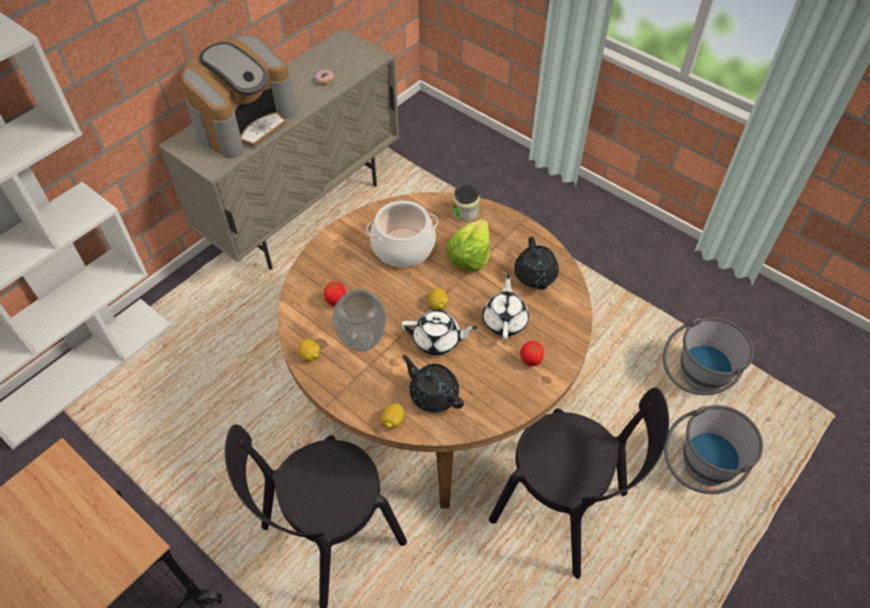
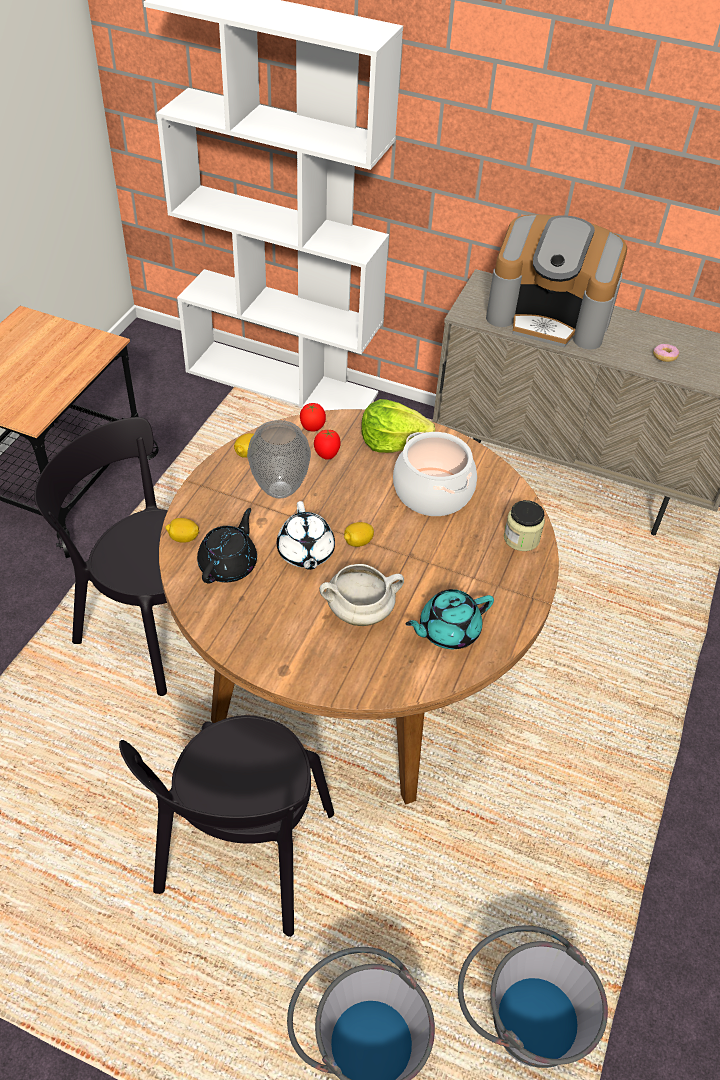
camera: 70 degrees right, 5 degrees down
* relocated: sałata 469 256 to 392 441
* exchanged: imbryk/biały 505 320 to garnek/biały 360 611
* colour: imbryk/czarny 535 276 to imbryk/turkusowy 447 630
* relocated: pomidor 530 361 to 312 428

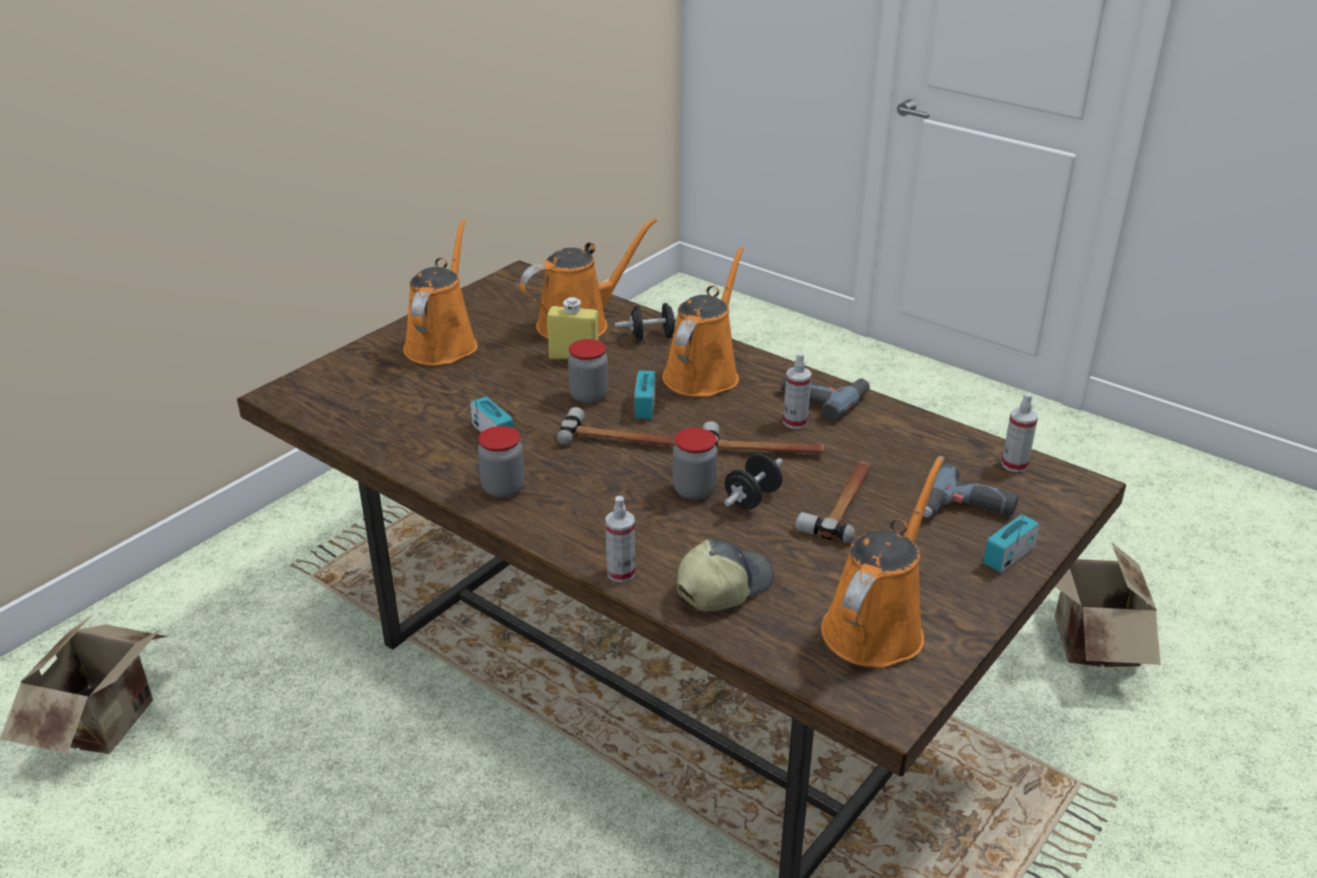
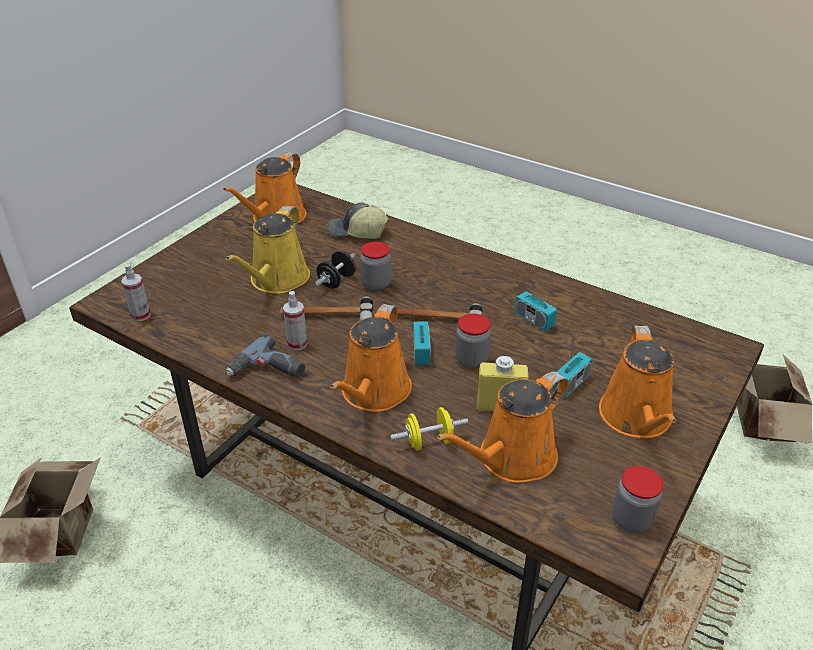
camera: 175 degrees right, 5 degrees up
* relocated: słoik 503 488 to 631 520
* missing: spryskiwacz 621 573
* colour: hantel/czarny 652 337 to hantel/żółty 429 441
* spun: czapka z daszkiem 723 586 = 357 232 60 degrees clockwise
* exchanged: młotek 842 504 to konewka/żółty 277 280
* missing: wiertarka 966 510
* relocated: radio 1008 556 to 570 384

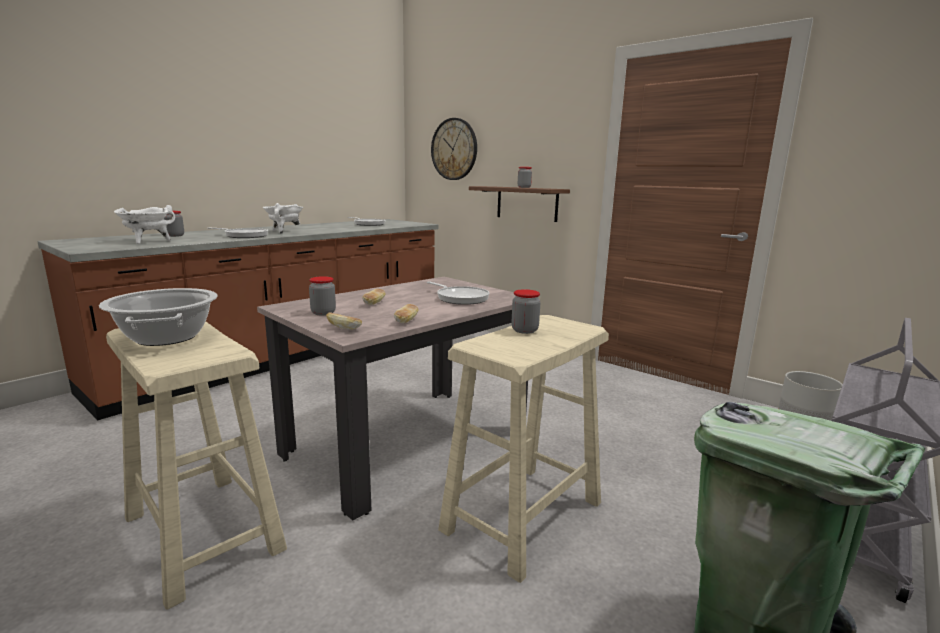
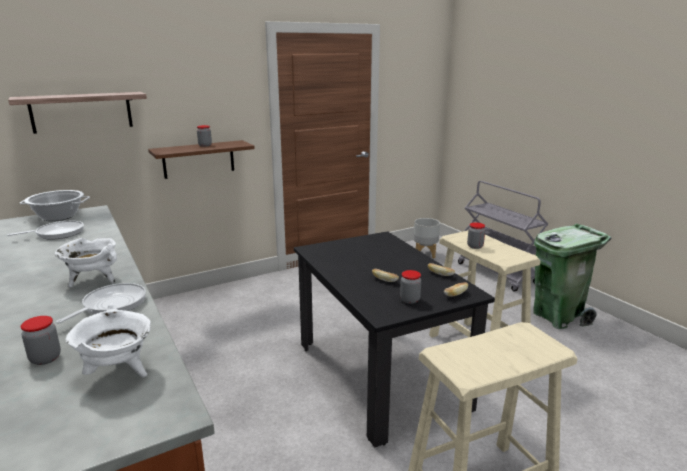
camera: 70 degrees left, 5 degrees up
* relocated: garnek 167 337 to 59 216
* colour: stół jadalny/beżowy 408 443 to stół jadalny/czarny 379 375
* missing: patelnia 460 298
* exchanged: zegar ścienny 454 149 to półka 82 112

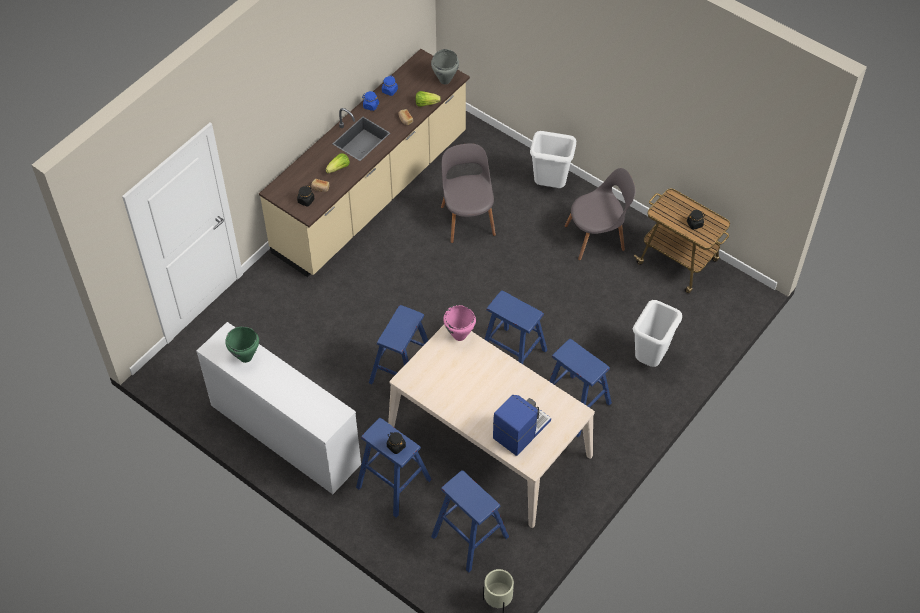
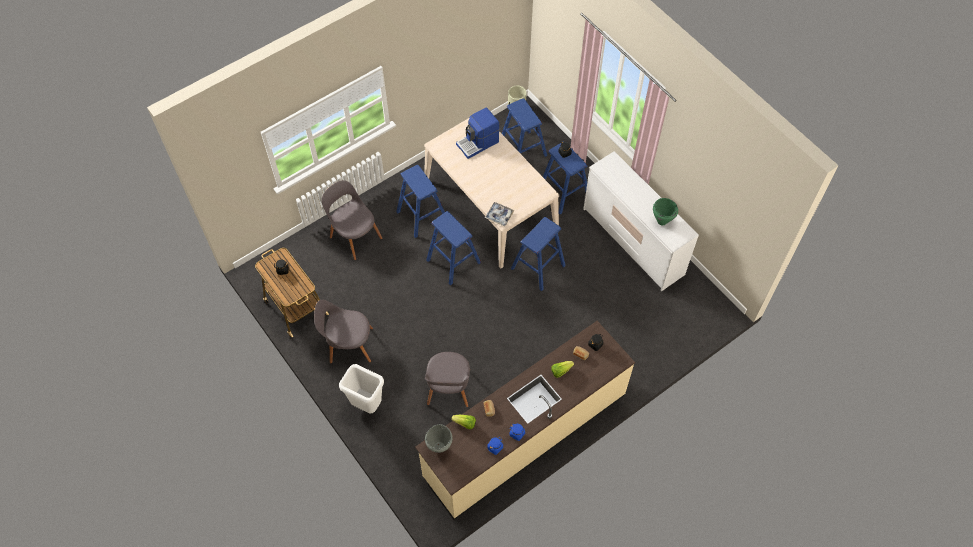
camera: 165 degrees left, 5 degrees up
* exchanged: garnek/różowy 459 336 to taca 499 215
* exchanged: kosz na śmieci/biały 650 359 to krzesło/szary 354 236

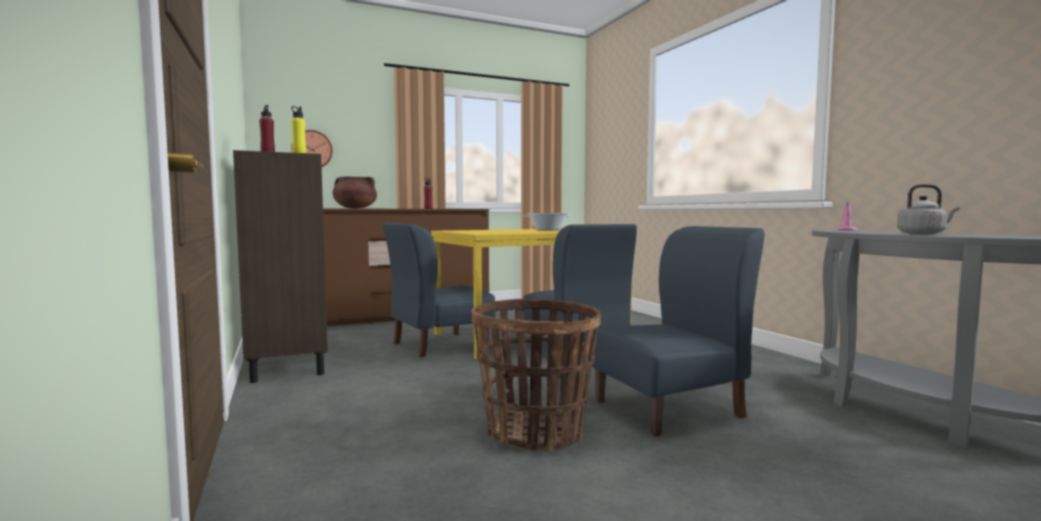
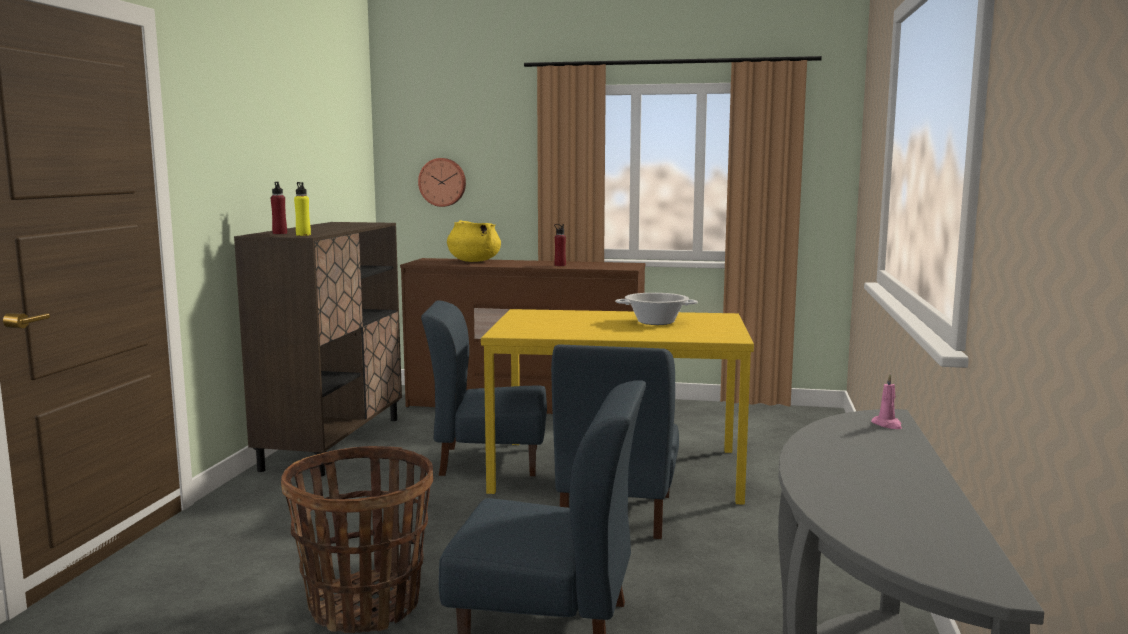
camera: 35 degrees right, 5 degrees up
* colour: garnek/brązowy 354 208 to garnek/żółty 473 261
* missing: czajnik/szary 923 234

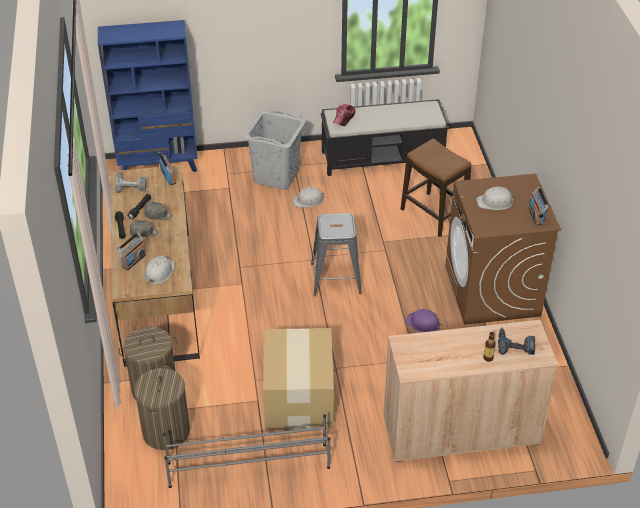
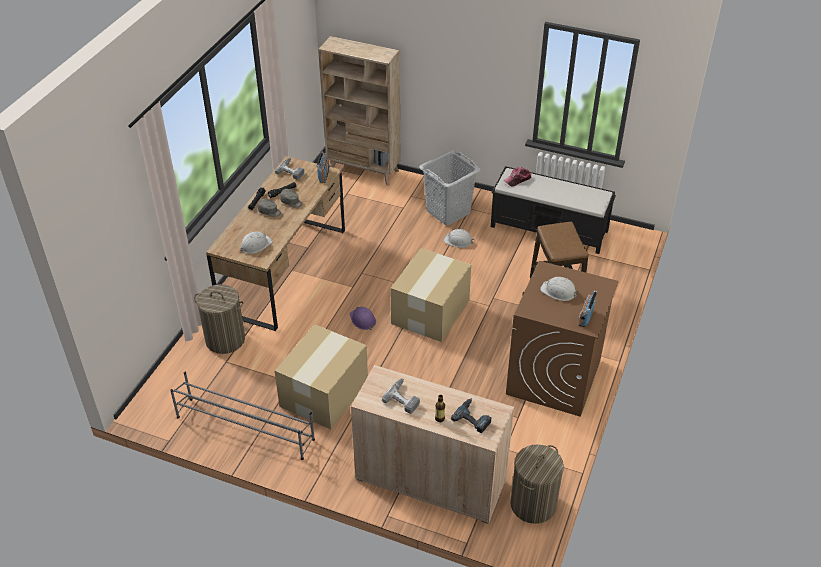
camera: 30 degrees right, 0 degrees up
* colour: regał/niebieski 159 165 to regał/beżowy 364 171
* missing: radio 134 261
* relocated: kosz na pranie 166 431 to 533 504
* exchanged: stołek/szary 336 278 to karton 429 312
* relocated: kask/fioletowy 423 323 to 362 320
* appeared: wiertarka 404 398

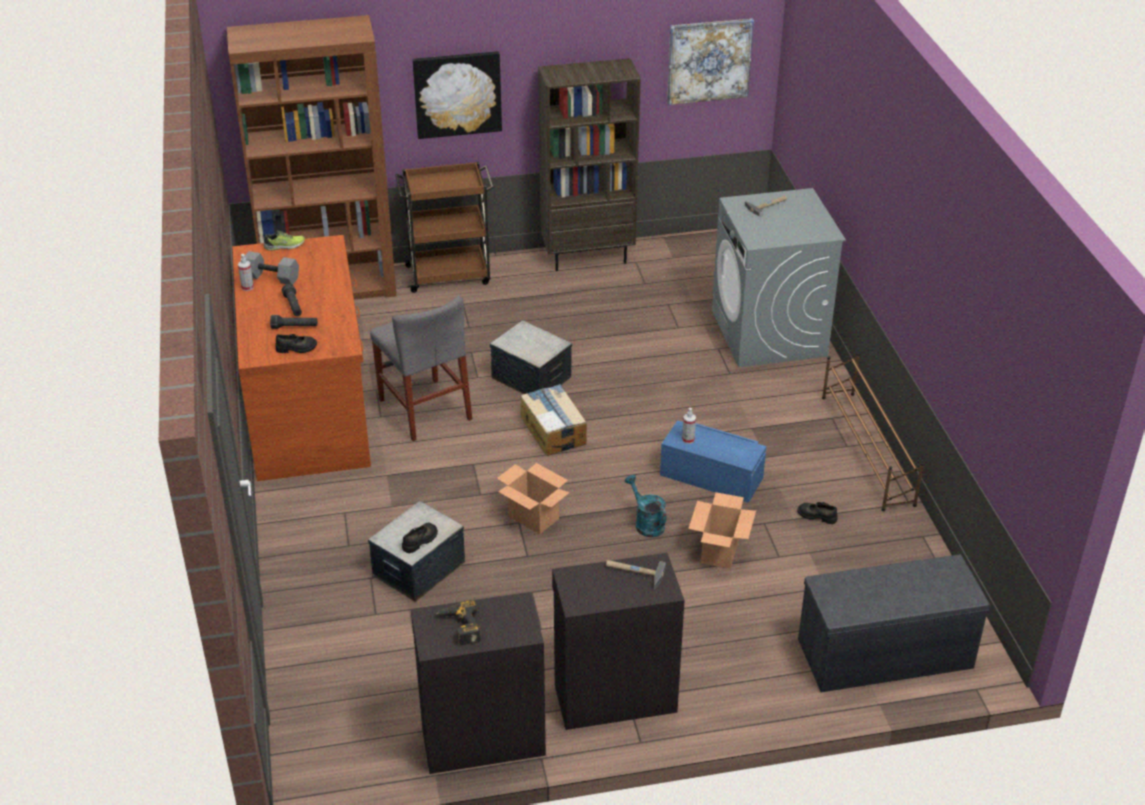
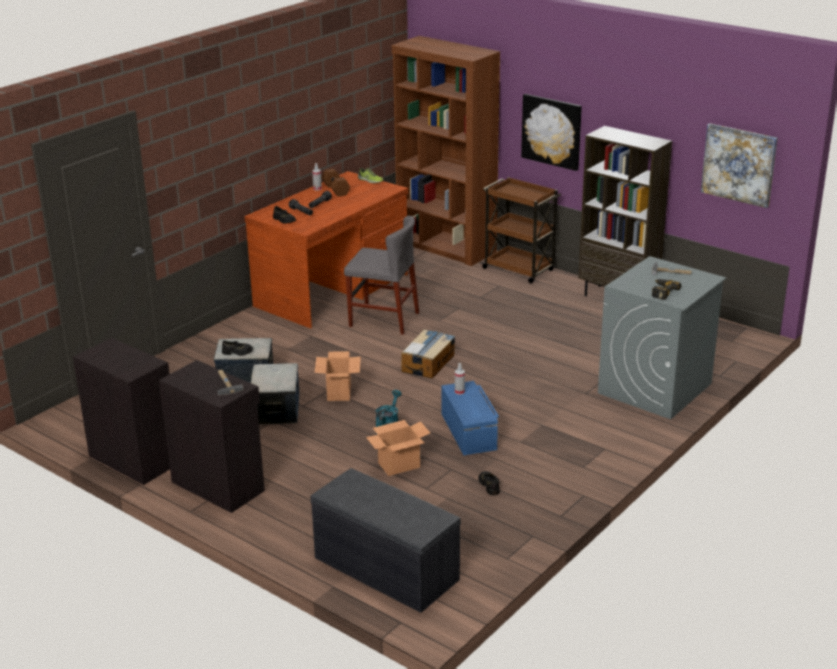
camera: 50 degrees right, 10 degrees down
* colour: hantel/szary 271 278 to hantel/brązowy 335 190
* spun: krzesło/szary 424 409 = 384 319 90 degrees counterclockwise
* relocated: wiertarka 459 627 to 661 291
* relocated: pojemnik do przechowywania 531 378 to 276 410
* missing: regał na buty/brązowy 867 450

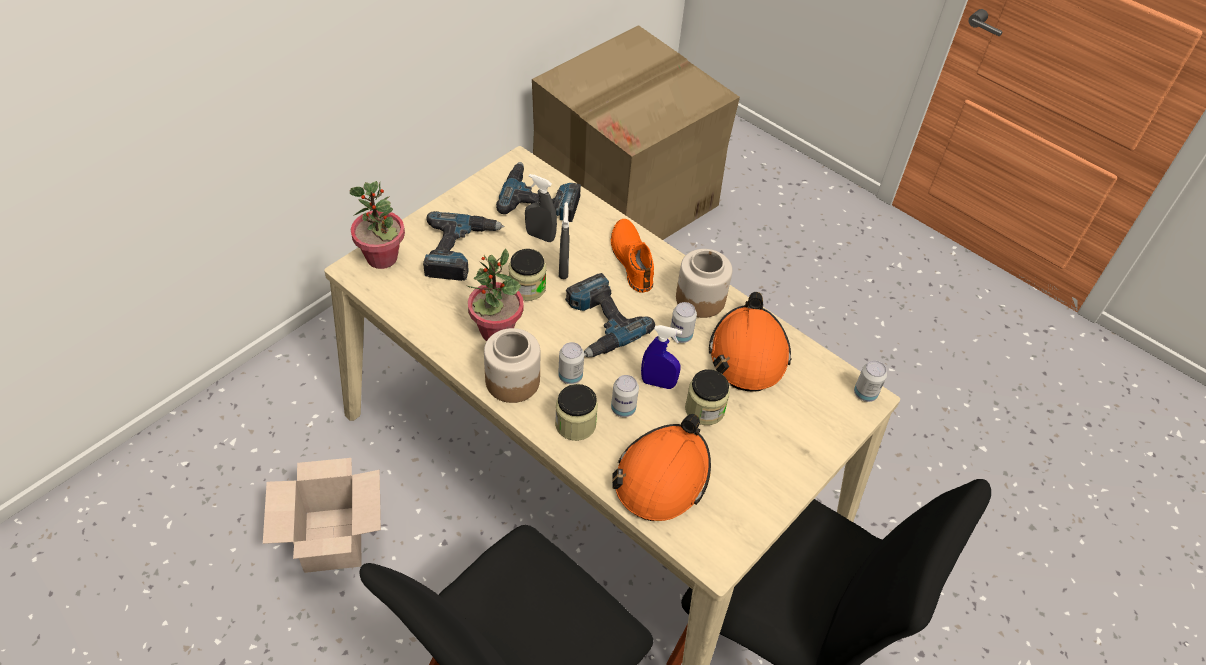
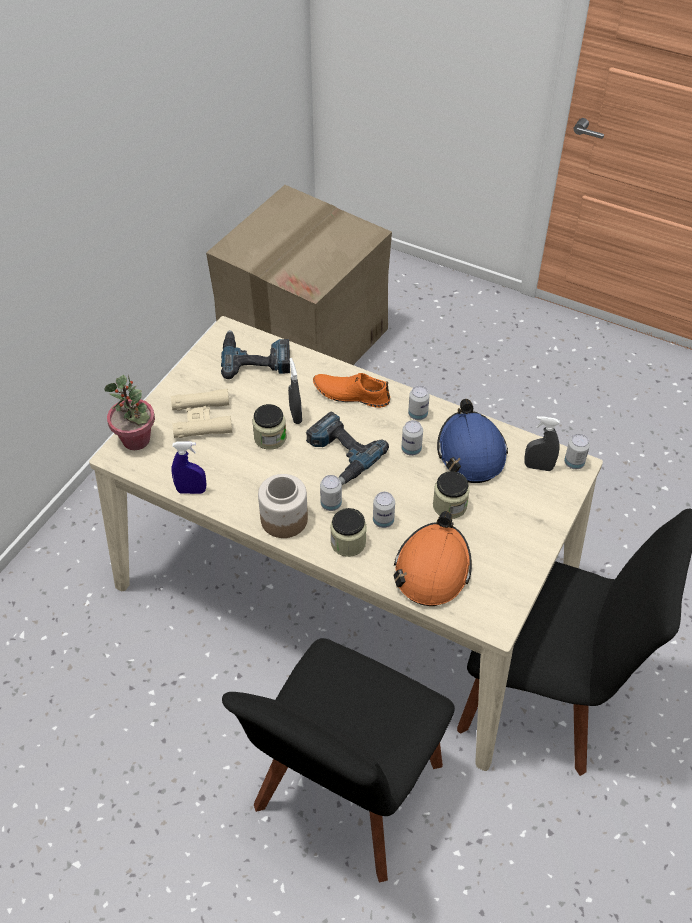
camera: 10 degrees left, 0 degrees up
* missing: karton 332 538
* exchanged: wiertarka 460 251 to lornetka/beżowy 202 419
* missing: roślina doniczkowa 496 331
* relocated: spryskiwacz/szary 540 236 to 538 467
* spun: but/pomarańczowy 632 259 = 351 394 45 degrees counterclockwise
* relocated: spryskiwacz/niebieski 658 383 to 191 490
* exchanged: słoik 700 298 to puszka 417 414
* colour: kask/pomarańczowy 748 353 to kask/niebieski 471 452

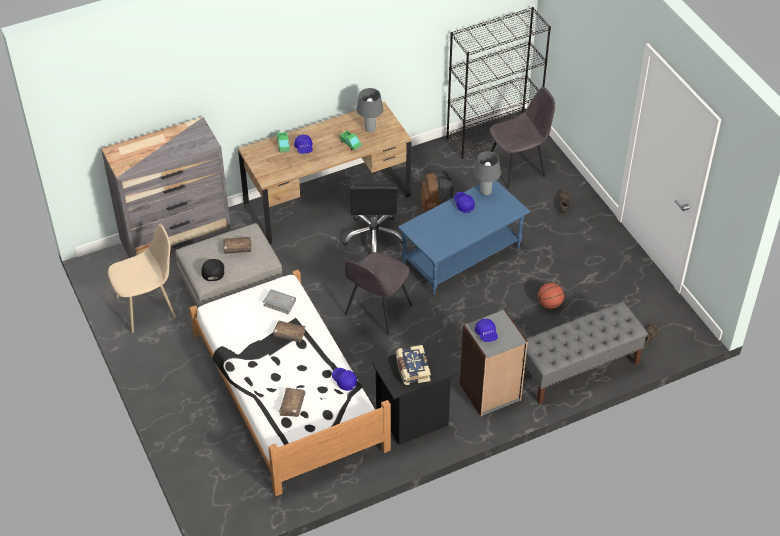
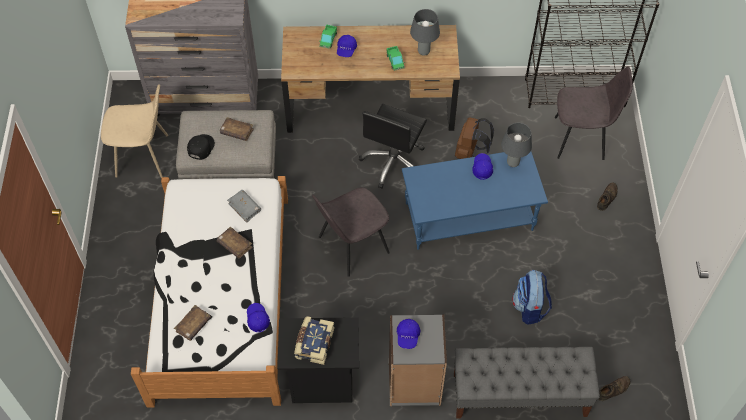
camera: 25 degrees right, 10 degrees up
* exchanged: piłka do koszykówki 549 304 to plecak 530 307

